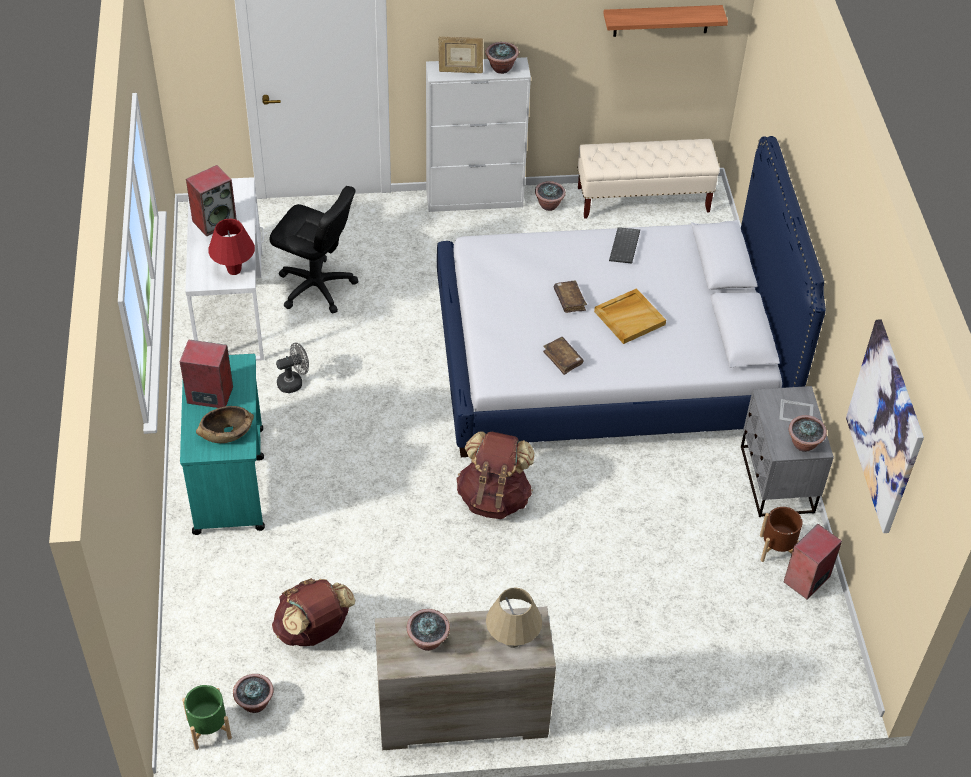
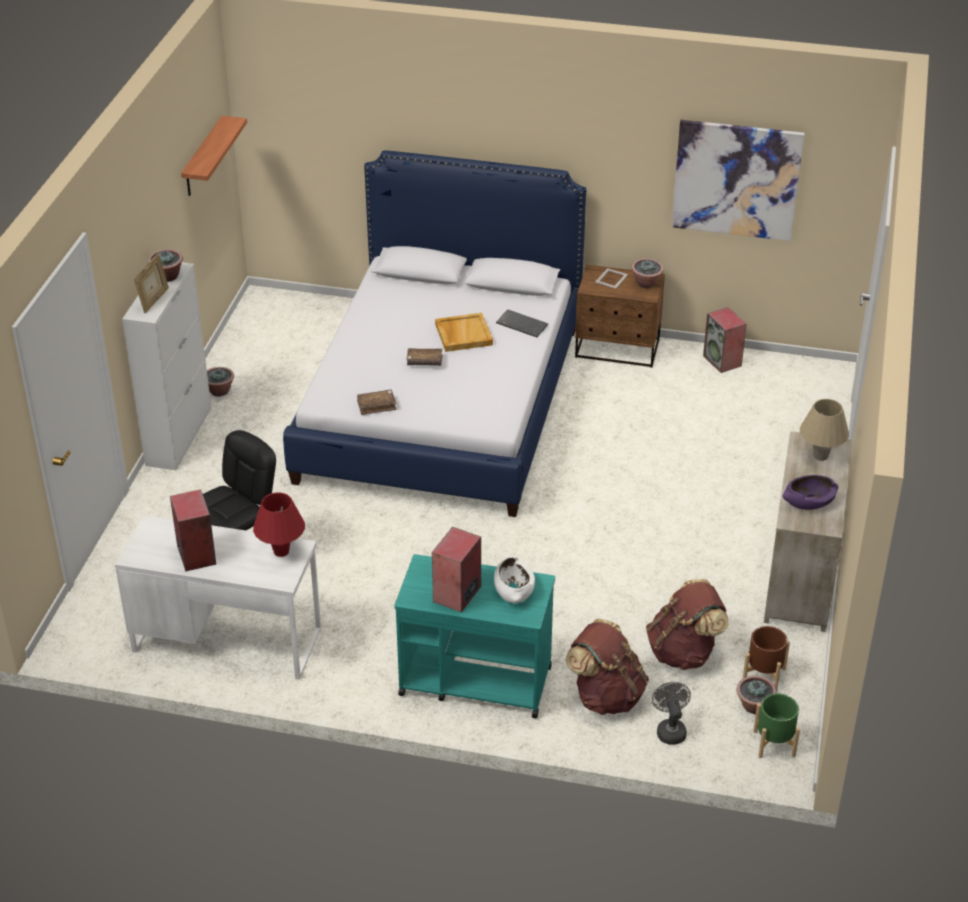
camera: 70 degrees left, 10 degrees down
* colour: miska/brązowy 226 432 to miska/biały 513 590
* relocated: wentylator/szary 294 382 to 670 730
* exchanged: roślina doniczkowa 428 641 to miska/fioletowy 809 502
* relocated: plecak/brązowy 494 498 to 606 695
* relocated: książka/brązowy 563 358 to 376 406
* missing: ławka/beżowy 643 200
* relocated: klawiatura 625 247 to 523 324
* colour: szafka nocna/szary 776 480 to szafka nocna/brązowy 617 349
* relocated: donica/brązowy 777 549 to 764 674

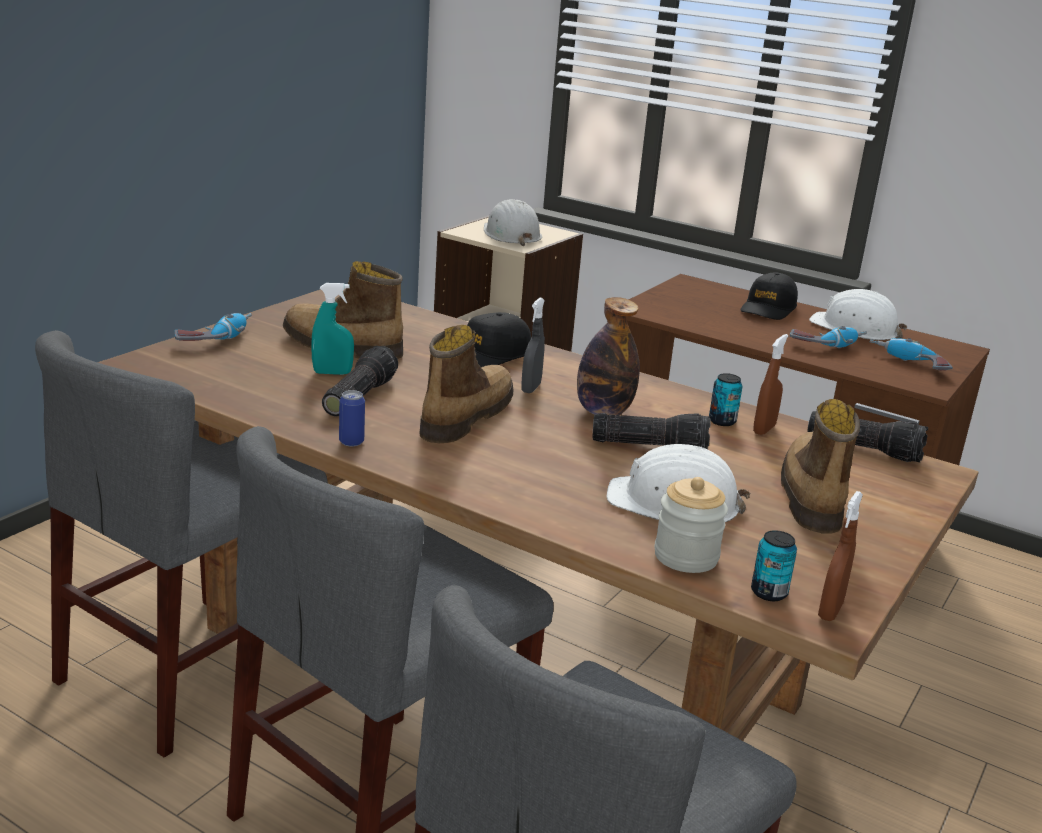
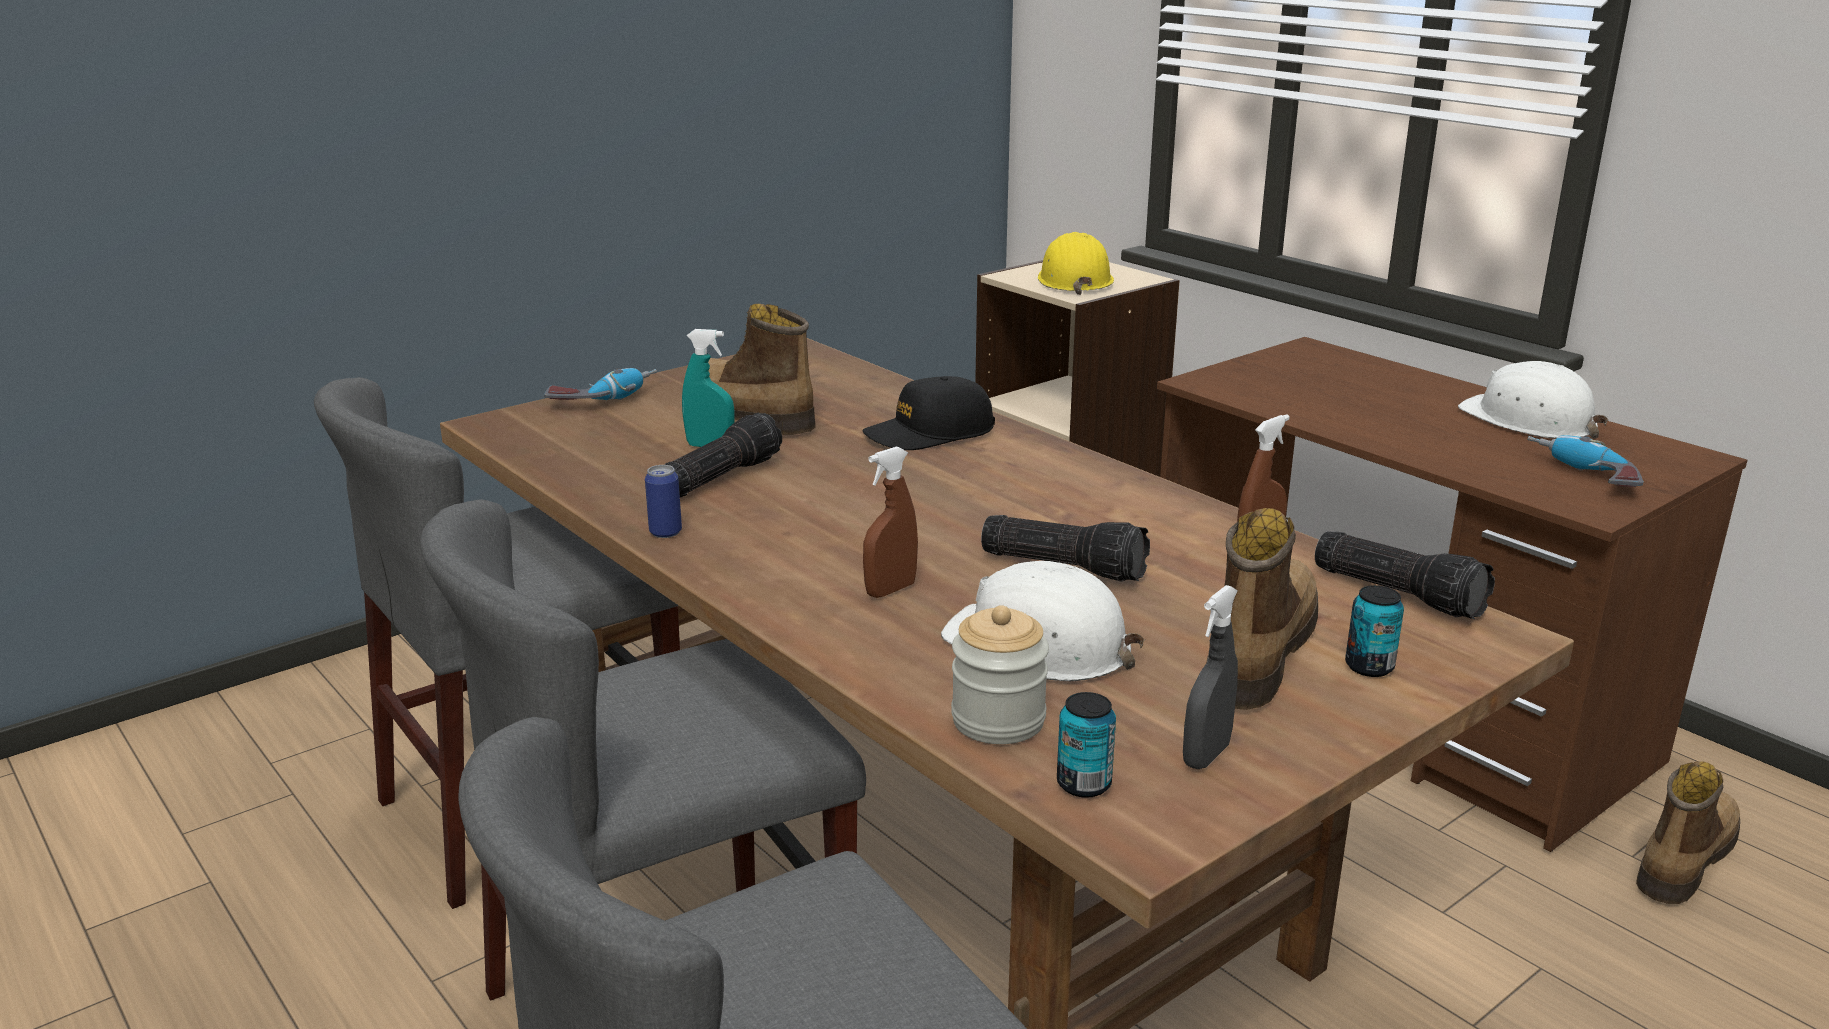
camera: 20 degrees right, 0 degrees up
* relocated: but z cholewką 465 417 to 1683 859
* colour: kask/biały 511 235 to kask/żółty 1074 280
* relocated: spryskiwacz/szary 531 388 to 1206 756
* missing: butelka 603 412
* relocated: puszka 722 421 to 1369 667
* missing: czapka z daszkiem/czarny 768 309
* missing: wiertarka 827 345
* relocated: spryskiwacz/brązowy 830 611 to 890 590

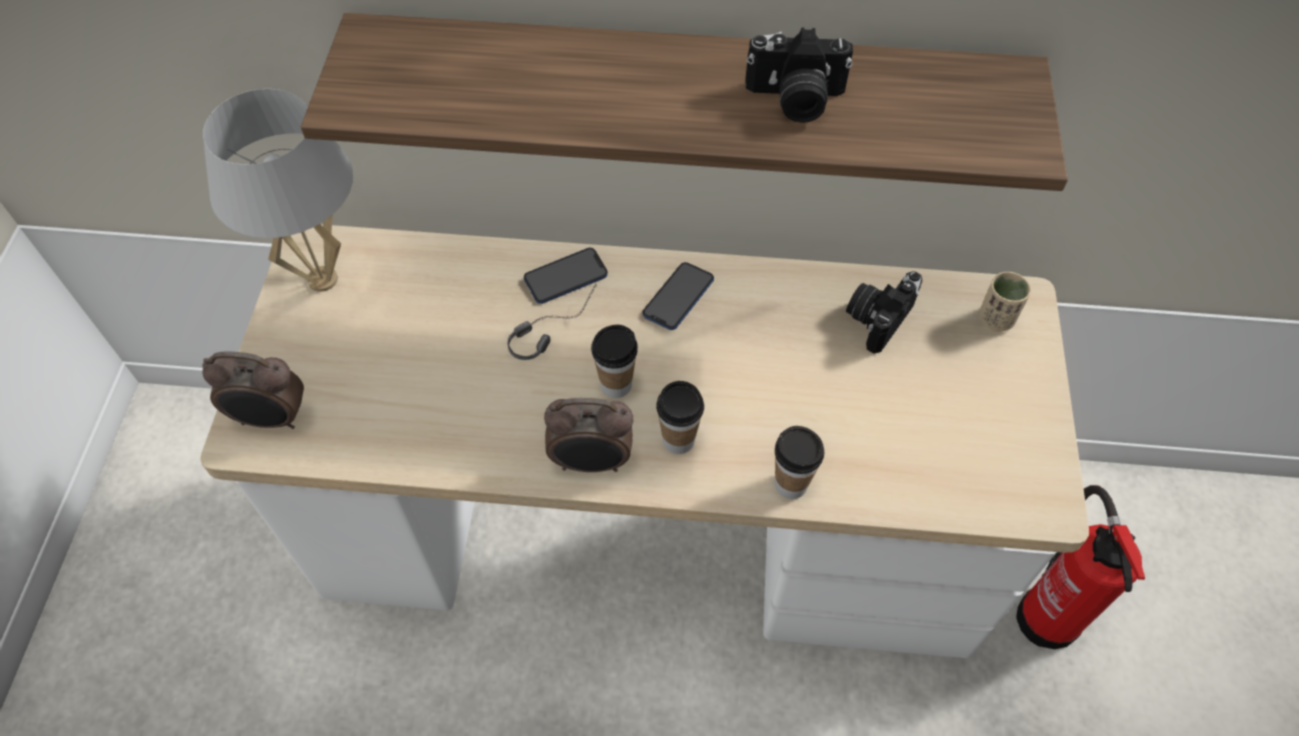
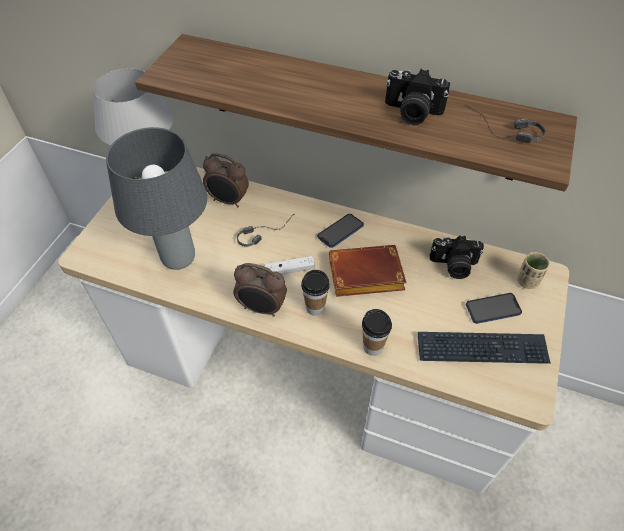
camera: 15 degrees right, 5 degrees down
* relocated: budzik 272 419 to 228 201
* relocated: telefon 566 277 to 493 309
* exchanged: filiżanka 616 385 to pad do gier/biały 290 270
* spun: aparat fotograficzny 877 318 = 453 266 135 degrees counterclockwise
* missing: gaśnica 1047 612
* appeared: lampa stołowa/szary 179 258
* appeared: książka/brązowy 364 277
* appeared: klawiatura 482 349
* appeared: słuchawki 500 133

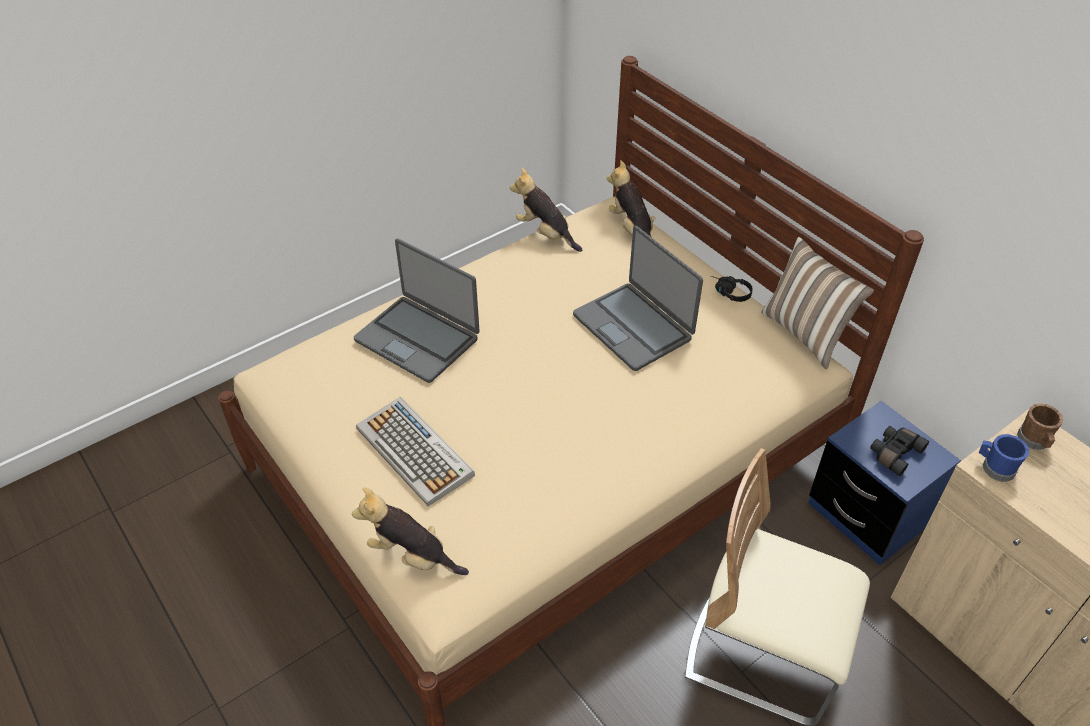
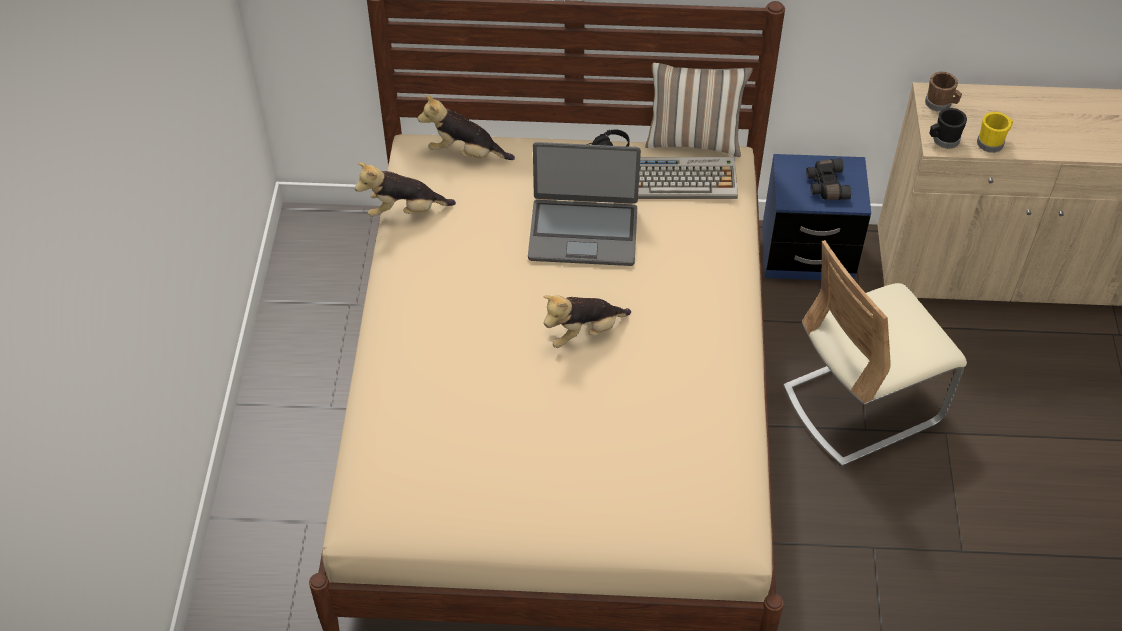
camera: 50 degrees left, 5 degrees up
* relocated: pluszak 412 555 to 583 333
* missing: laptop 418 339
* relocated: klawiatura 416 452 to 679 179
* colour: kubek/niebieski 994 468 to kubek/czarny 943 140
* appeared: kubek/żółty 992 142

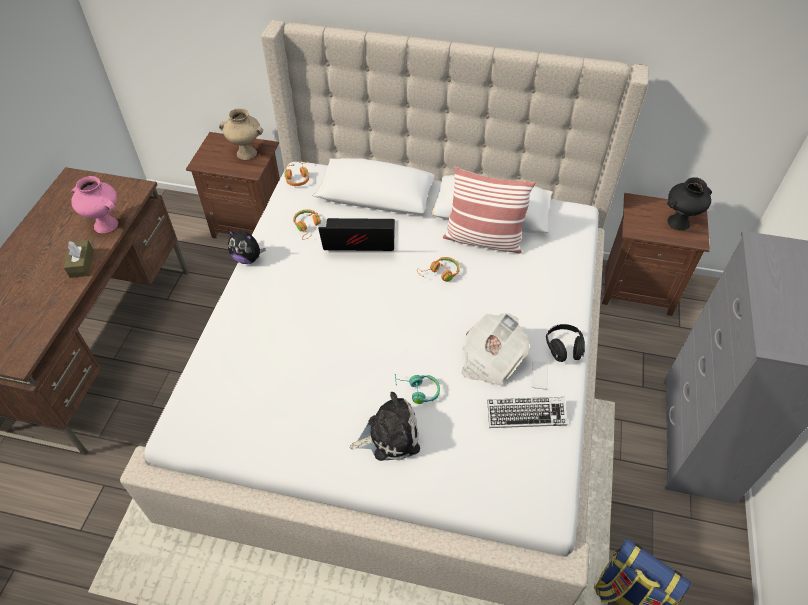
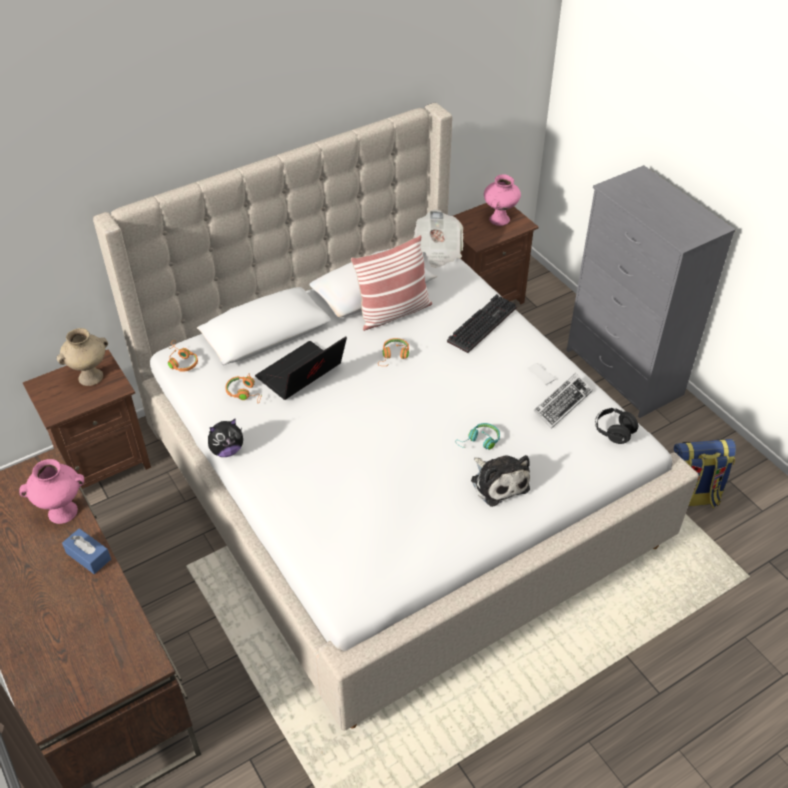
camera: 45 degrees left, 5 degrees down
* colour: pudełko chusteczek/brązowy 81 264 to pudełko chusteczek/niebieski 88 556
* spun: pluszak 389 435 = 498 482 120 degrees clockwise
* relocated: gazeta 490 360 to 438 251
* relocated: słuchawki/czarny 563 348 to 613 432
* colour: wazon/czarny 678 223 to wazon/różowy 500 220
* appeared: klawiatura 481 323

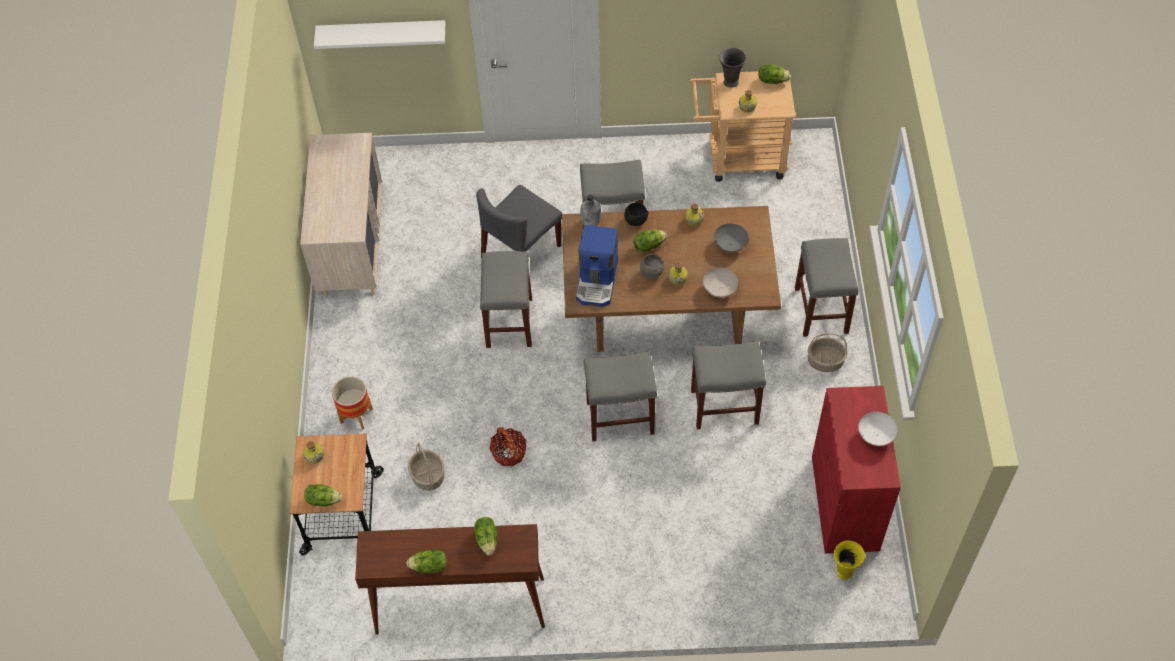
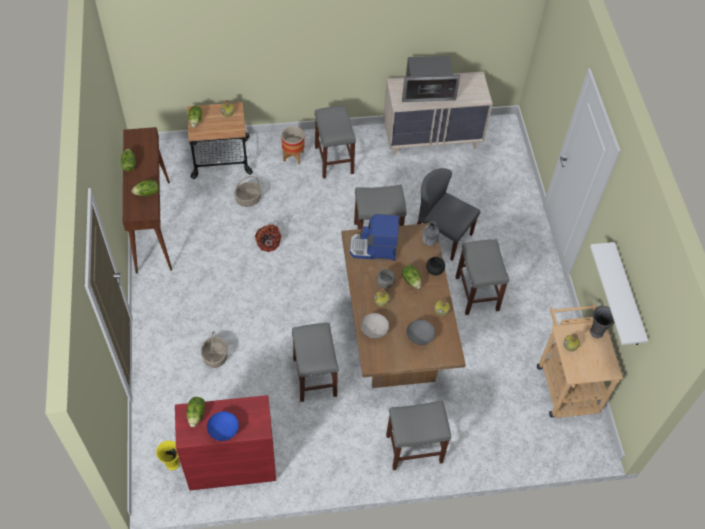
camera: 80 degrees right, 0 degrees up
* relocated: półka/biały 382 33 to 627 296
* relocated: stołek/szary 619 418 to 333 159
* relocated: sałata 772 80 to 197 414
* relocated: koszyk 825 362 to 215 356
* colour: miska/biały 875 435 to miska/niebieski 224 430
* appeared: mikrofalówka 427 90

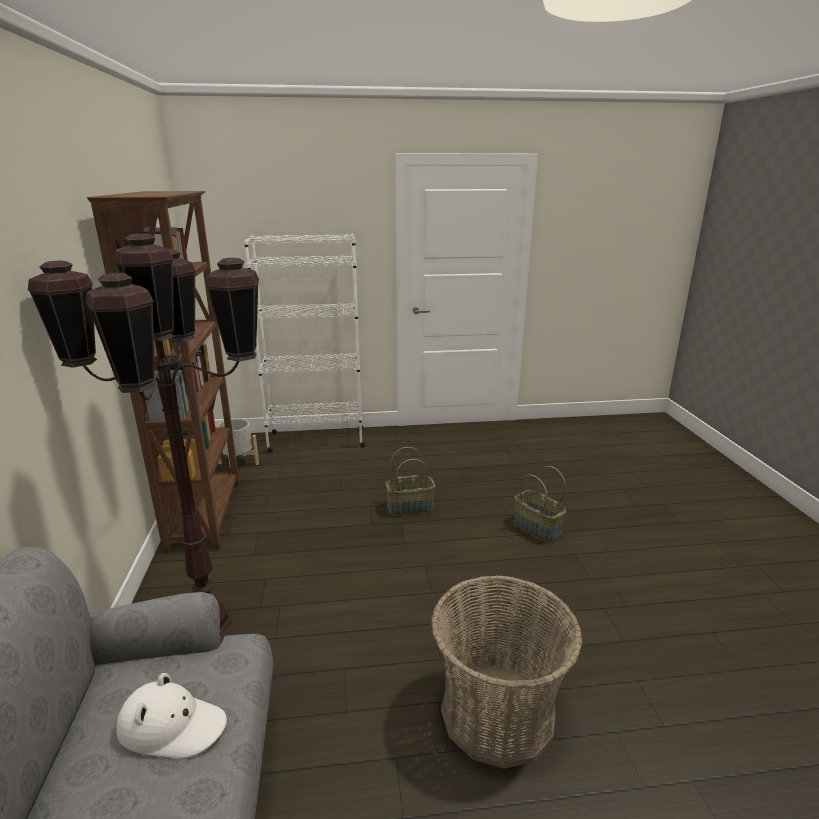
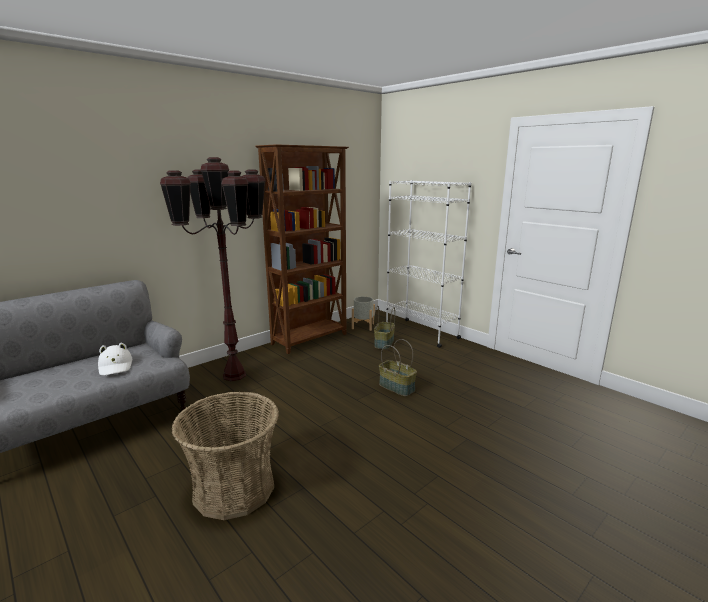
camera: 55 degrees right, 5 degrees down
* relocated: koszyk 536 528 to 383 343

